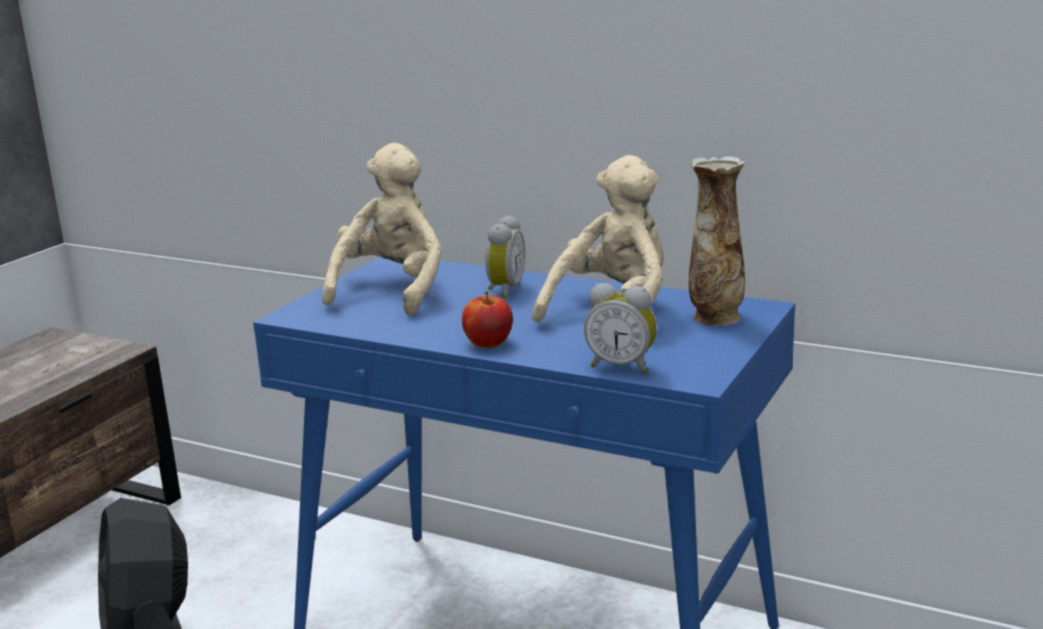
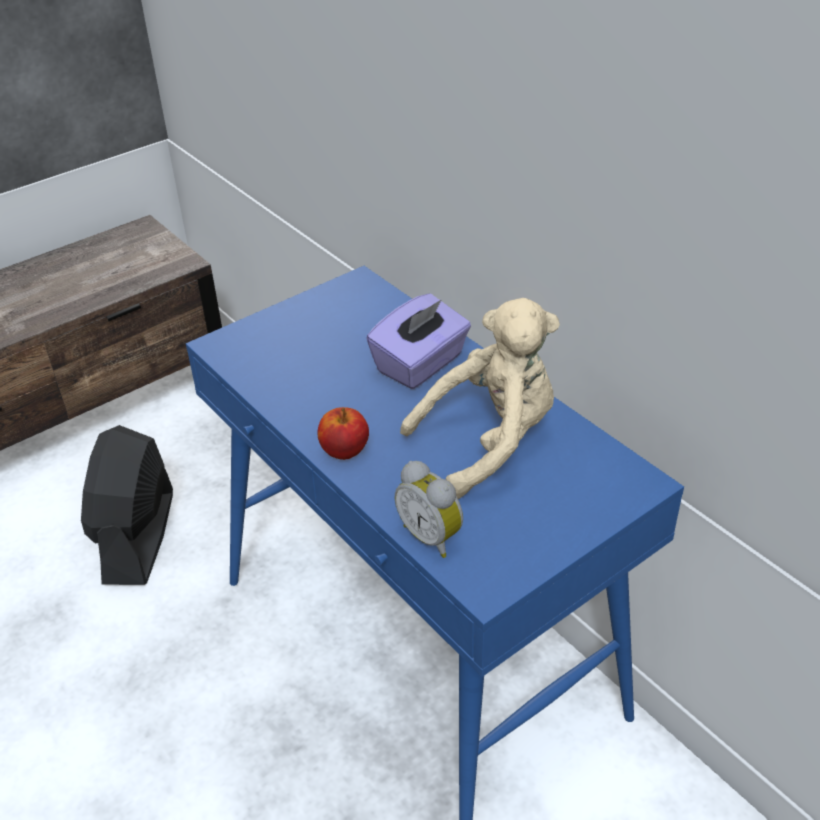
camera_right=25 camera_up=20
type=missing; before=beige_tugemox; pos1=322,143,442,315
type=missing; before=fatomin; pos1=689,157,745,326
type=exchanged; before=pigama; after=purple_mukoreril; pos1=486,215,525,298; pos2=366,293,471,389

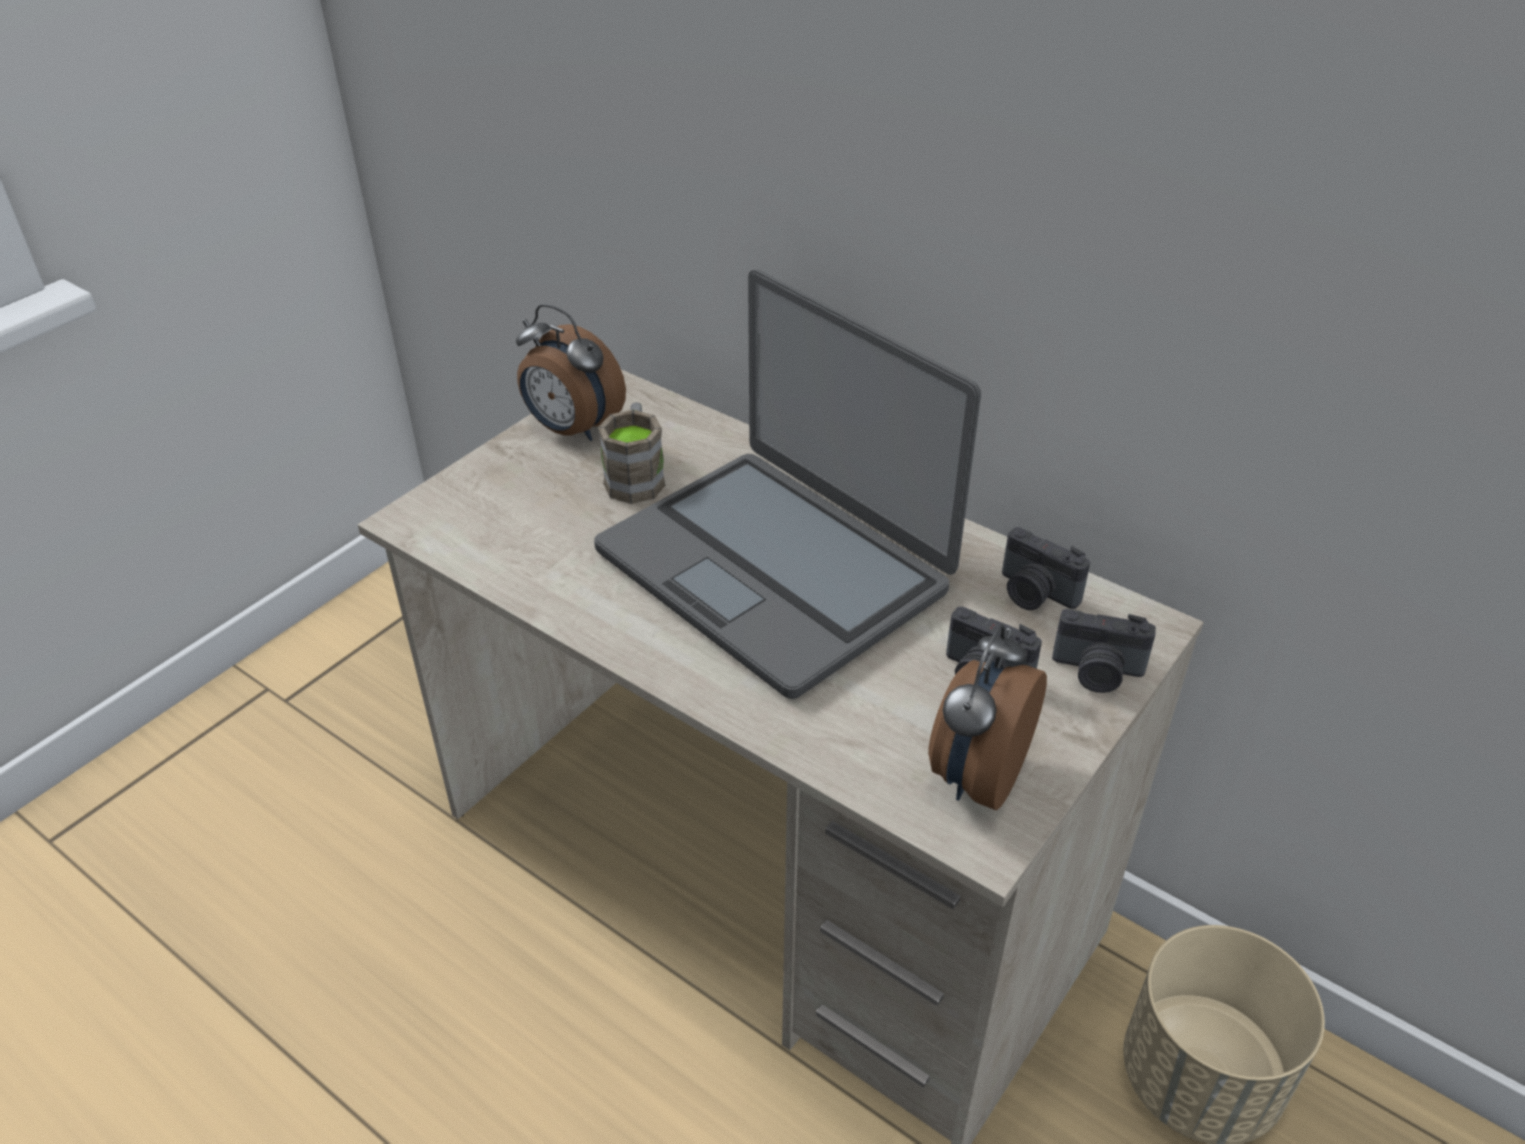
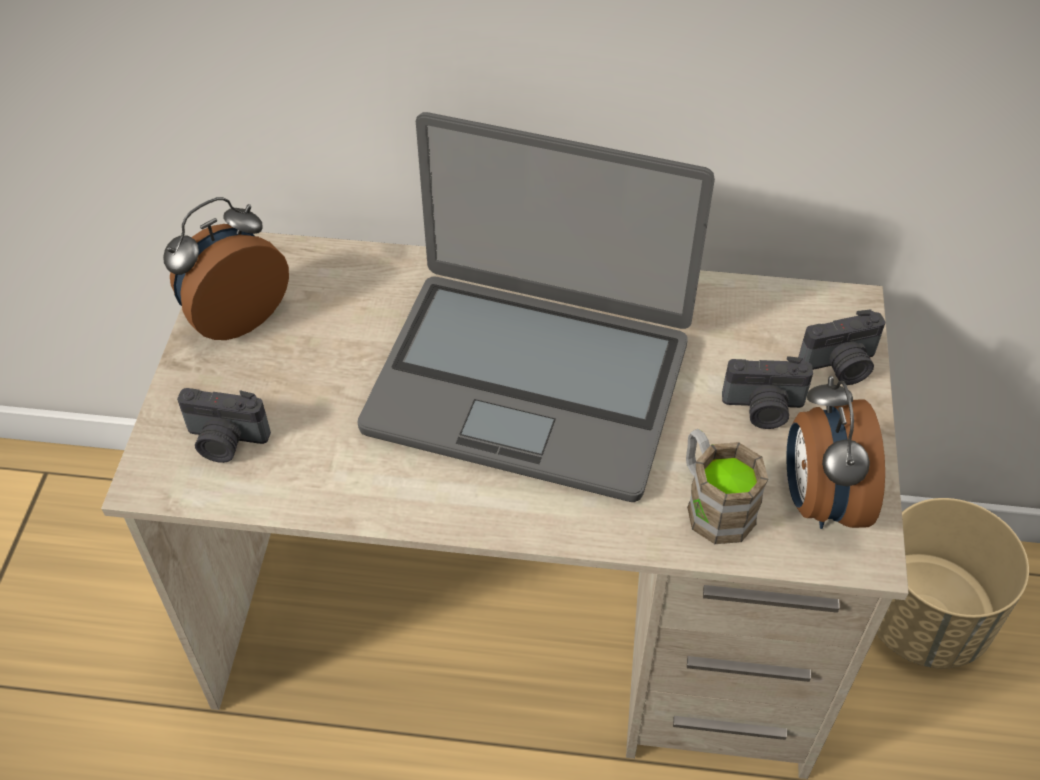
camera_right=-30 camera_up=10
type=spun; before=pigama; pos1=516,304,626,441; pos2=163,197,289,340; turn=135
type=relocated; before=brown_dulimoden; pos1=598,402,665,504; pos2=686,429,768,544
type=relocated; before=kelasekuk; pos1=1002,527,1090,610; pos2=177,388,271,463

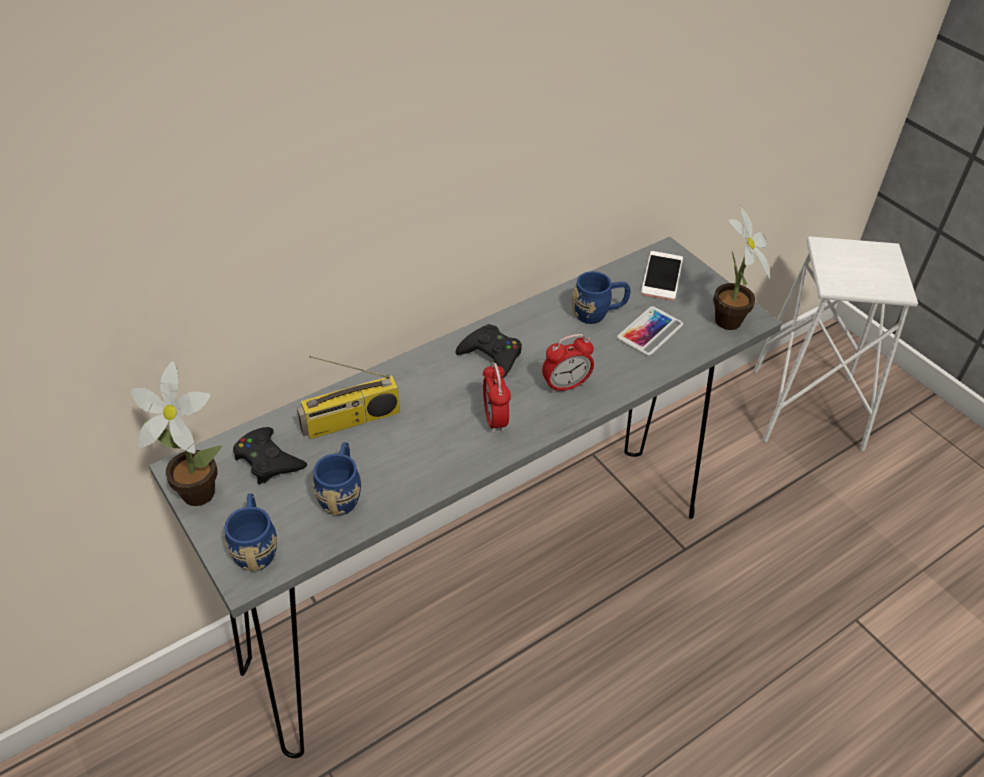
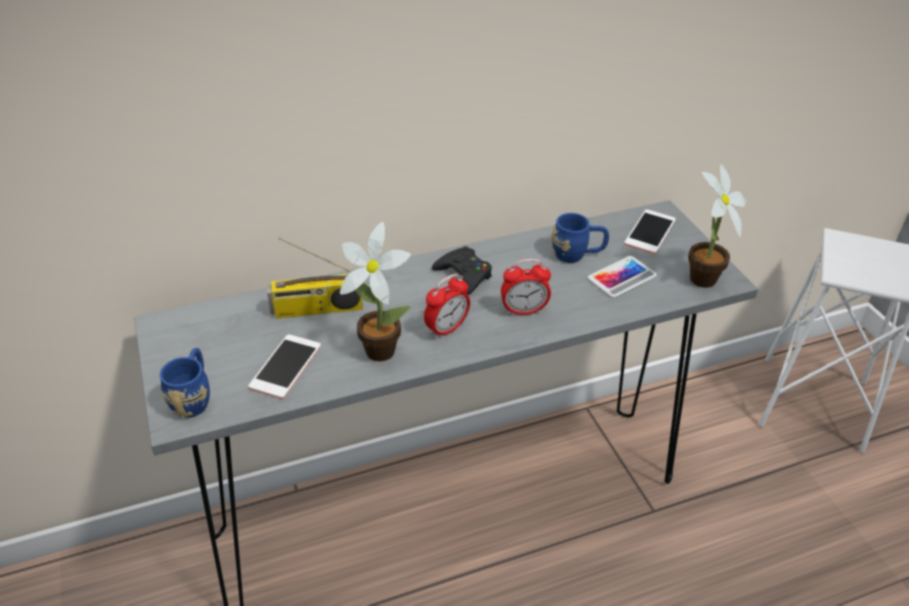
camera_right=15 camera_up=-5
type=relocated; before=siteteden; pos1=131,361,222,506; pos2=340,222,411,361
type=spun; before=pigama; pos1=483,362,511,433; pos2=424,274,470,339; turn=-135
type=missing; before=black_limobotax; pos1=233,427,307,485
type=exchanged; before=blue_dulimoden; after=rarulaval; pos1=313,442,361,515; pos2=248,335,321,399

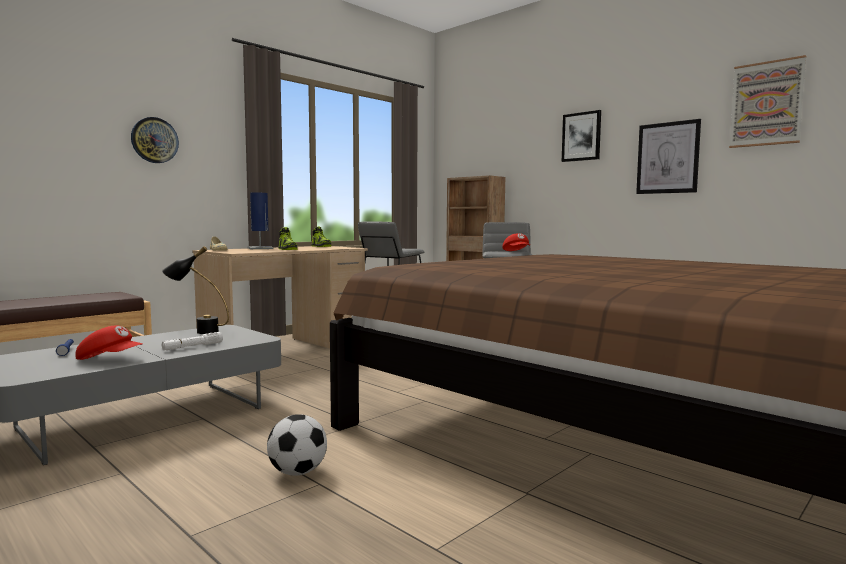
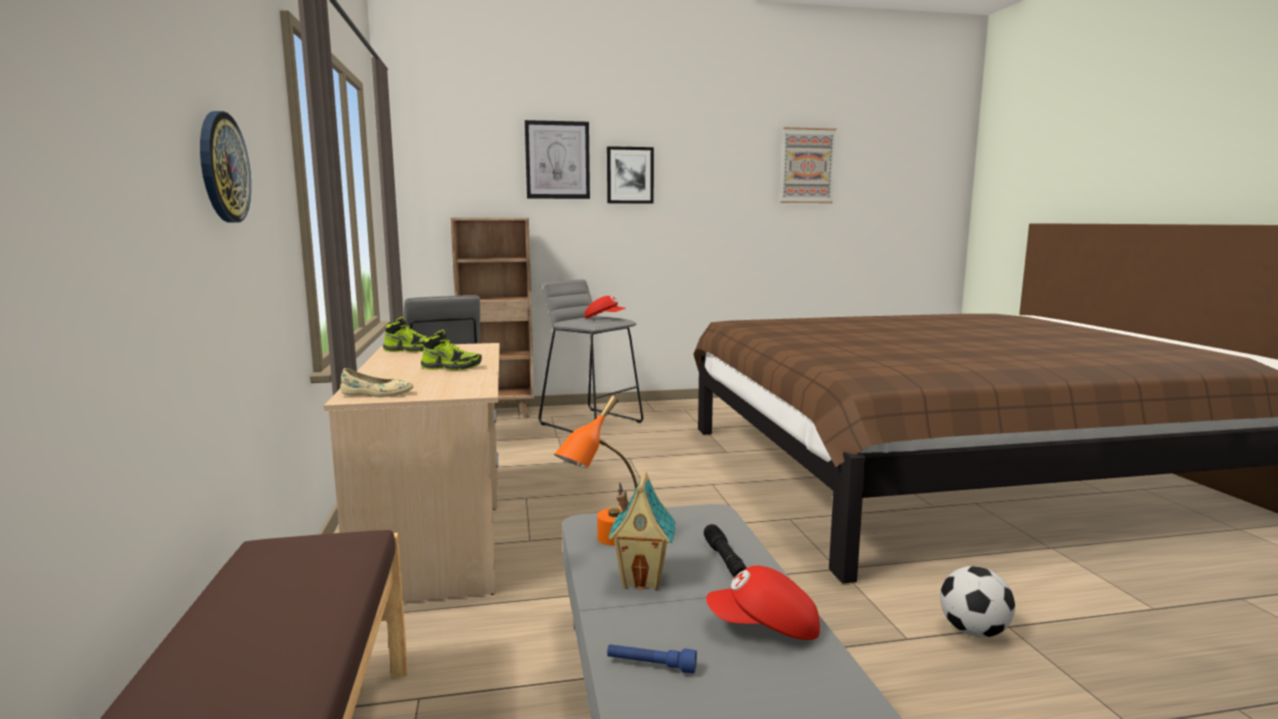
camera_right=-55 camera_up=5
type=relocated; before=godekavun; pos1=636,119,701,194; pos2=525,120,590,199
type=missing; before=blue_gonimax; pos1=247,193,273,249
type=colour; before=black_gonimax; after=orange_gonimax; pos1=162,246,229,334; pos2=554,396,637,546
type=spun; before=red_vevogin; pos1=75,326,142,360; pos2=706,566,820,640; turn=-135
type=colour; before=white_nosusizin; after=black_nosusizin; pos1=162,332,223,351; pos2=704,524,747,578
type=appeared; after=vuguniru; pos2=608,472,676,590

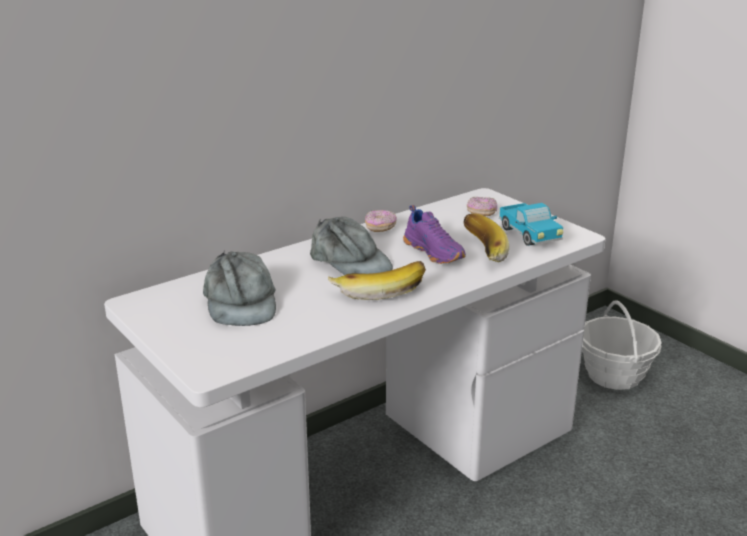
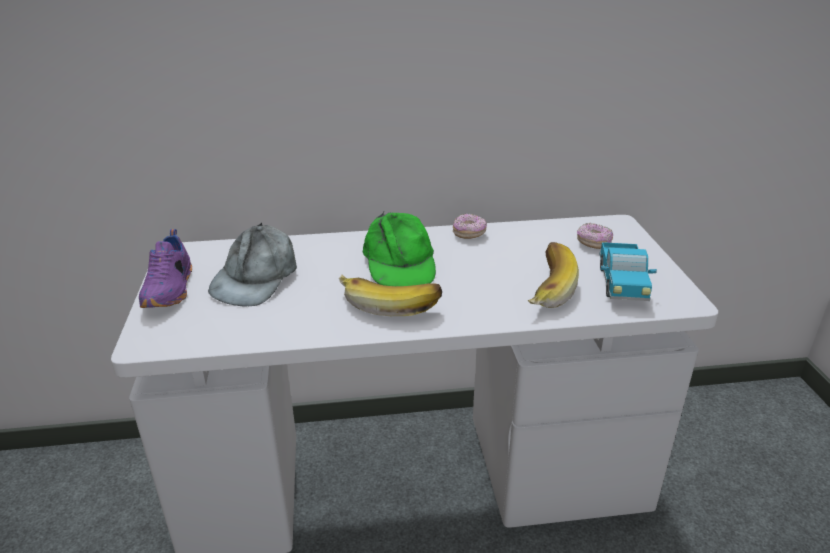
camera_right=30 camera_up=5
type=relocated; before=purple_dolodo; pos1=403,205,466,264; pos2=139,229,192,308
type=colour; before=grey_vevogin; after=green_vevogin; pos1=310,216,393,275; pos2=363,212,436,286
type=missing; before=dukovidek; pos1=582,300,662,390

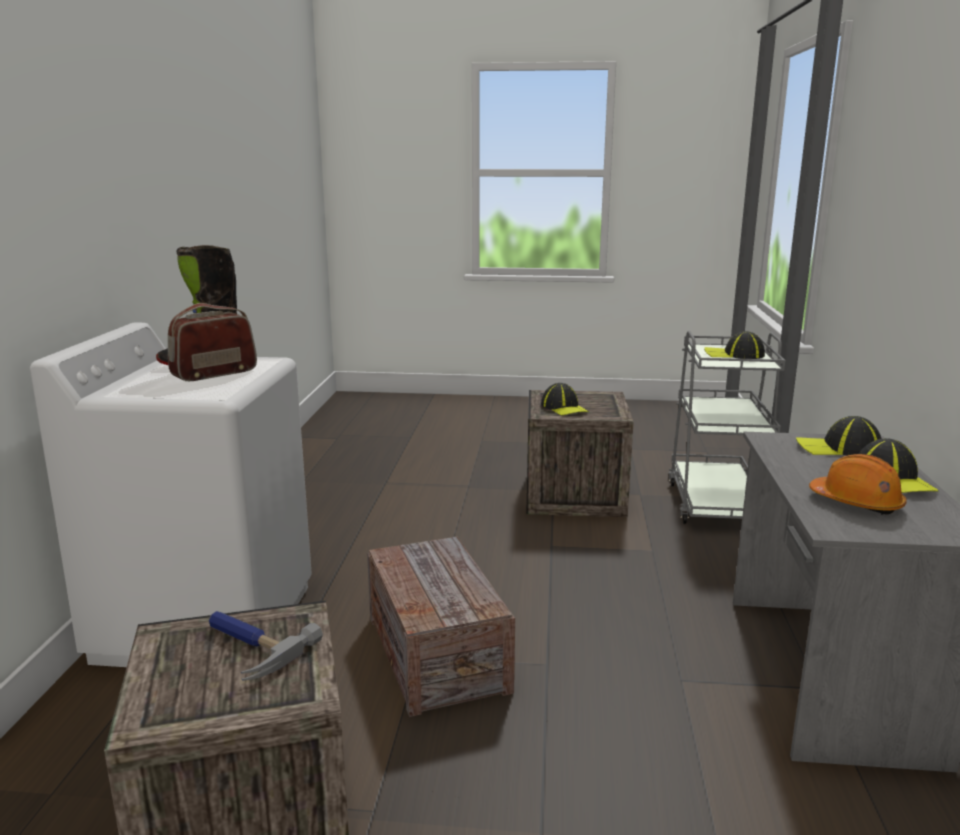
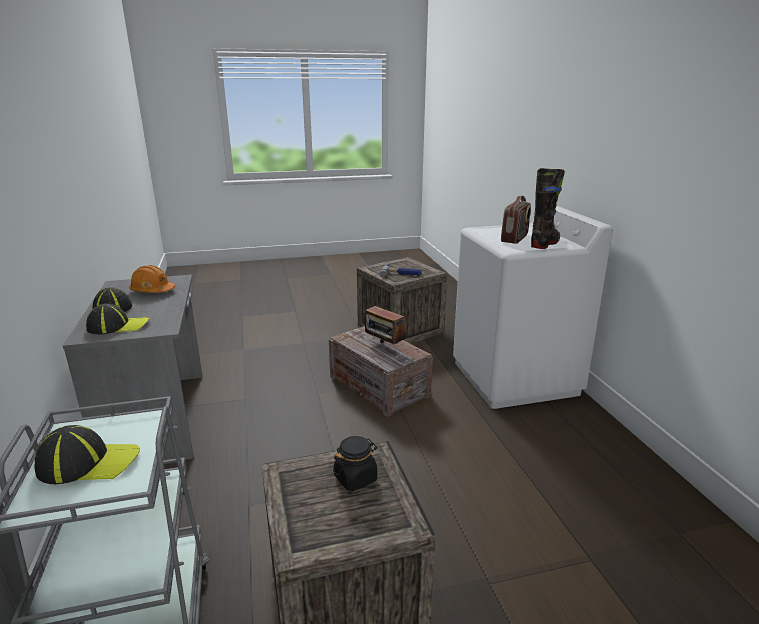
camera_right=160 camera_up=5
type=exchanged; before=vevogin; after=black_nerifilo; pos1=541,383,589,416; pos2=333,436,377,491
type=appeared; after=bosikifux; pos2=365,301,407,346

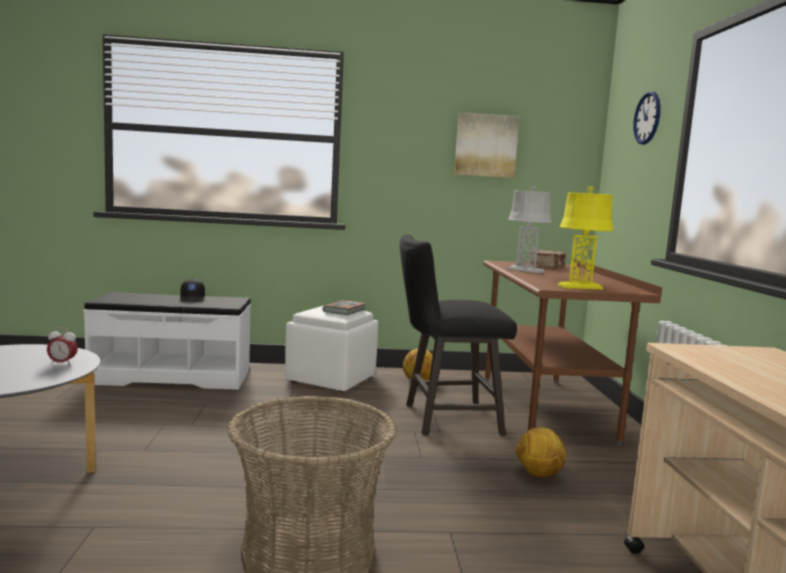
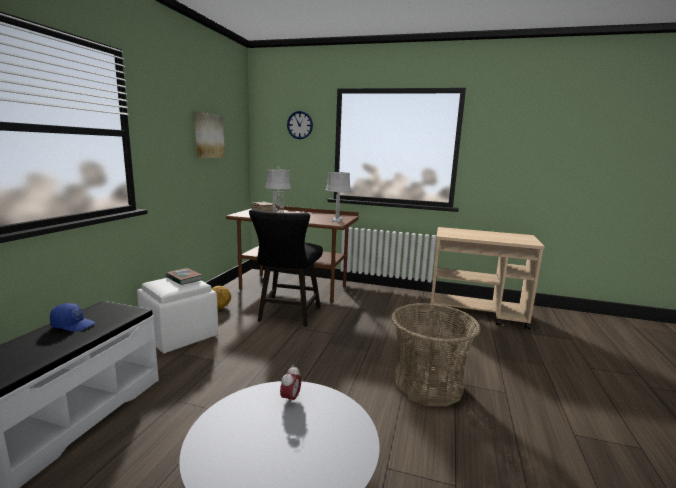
camera_right=-70 camera_up=5
type=colour; before=yellow_gonimax; after=grey_gonimax; pos1=557,186,614,289; pos2=326,169,351,222
type=colour; before=black_vevogin; after=blue_vevogin; pos1=180,278,205,301; pos2=50,303,95,331
type=missing; before=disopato; pos1=515,427,566,478

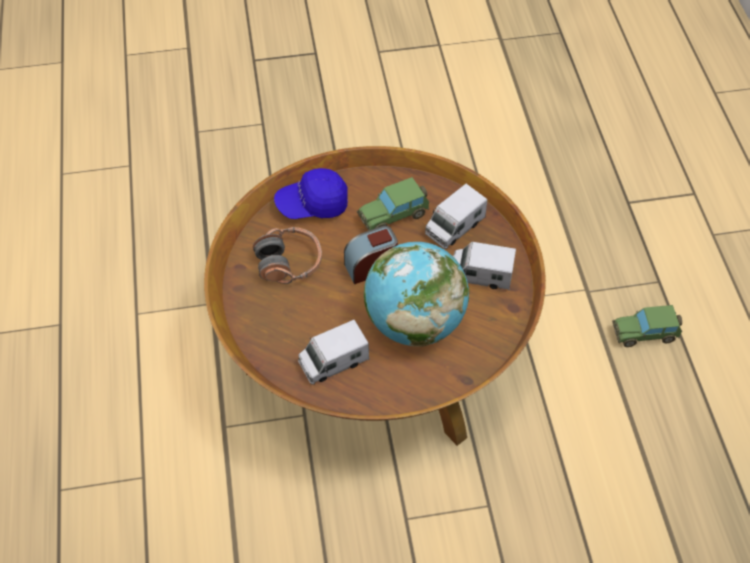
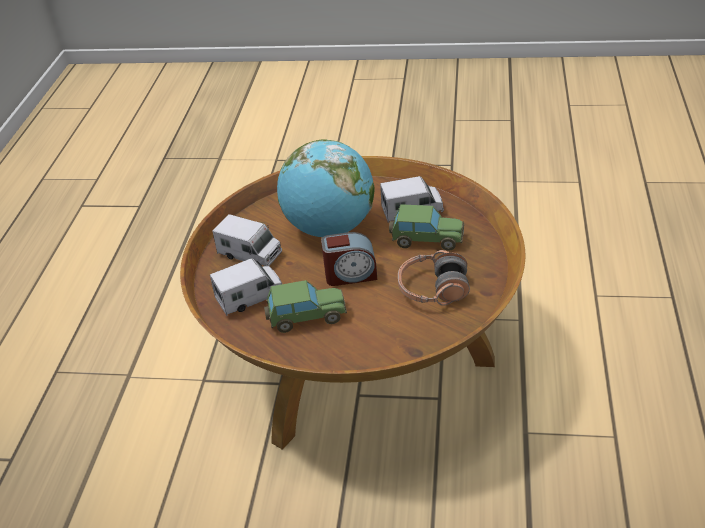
camera_right=-160 camera_up=-15
type=missing; before=blue_vevogin; pos1=274,168,348,219
type=relocated; before=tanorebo; pos1=612,305,682,347; pos2=389,204,464,251

